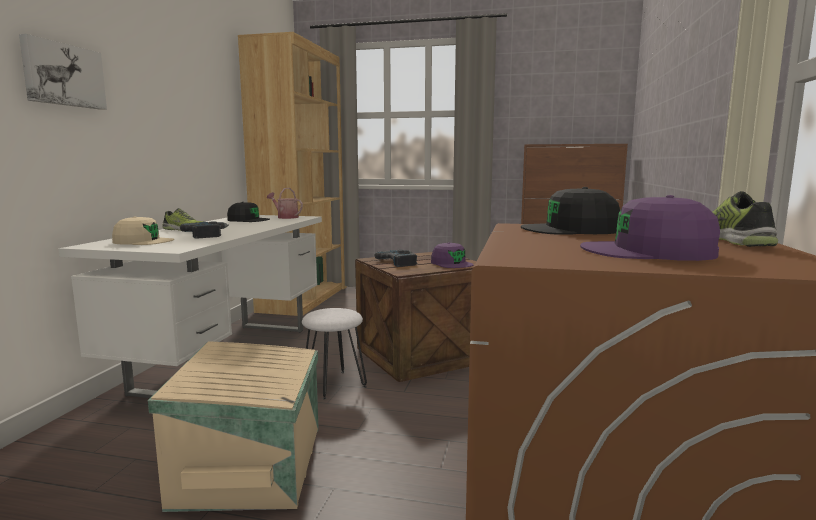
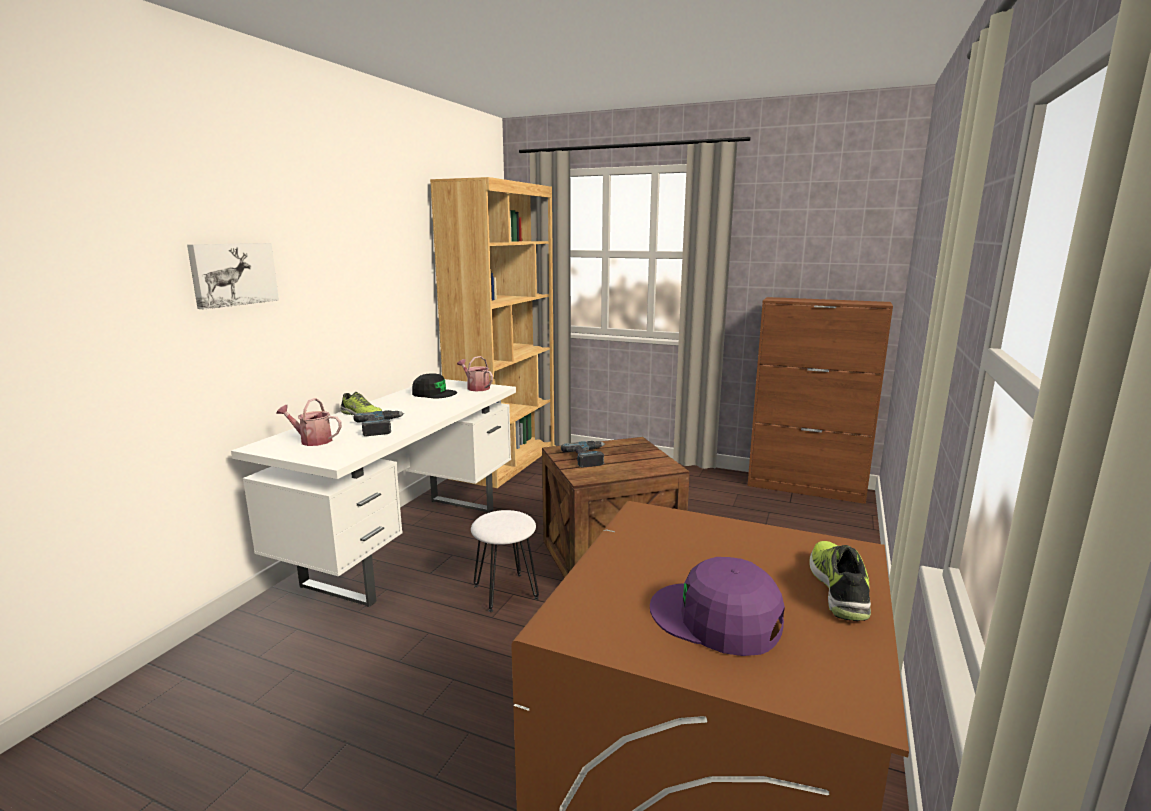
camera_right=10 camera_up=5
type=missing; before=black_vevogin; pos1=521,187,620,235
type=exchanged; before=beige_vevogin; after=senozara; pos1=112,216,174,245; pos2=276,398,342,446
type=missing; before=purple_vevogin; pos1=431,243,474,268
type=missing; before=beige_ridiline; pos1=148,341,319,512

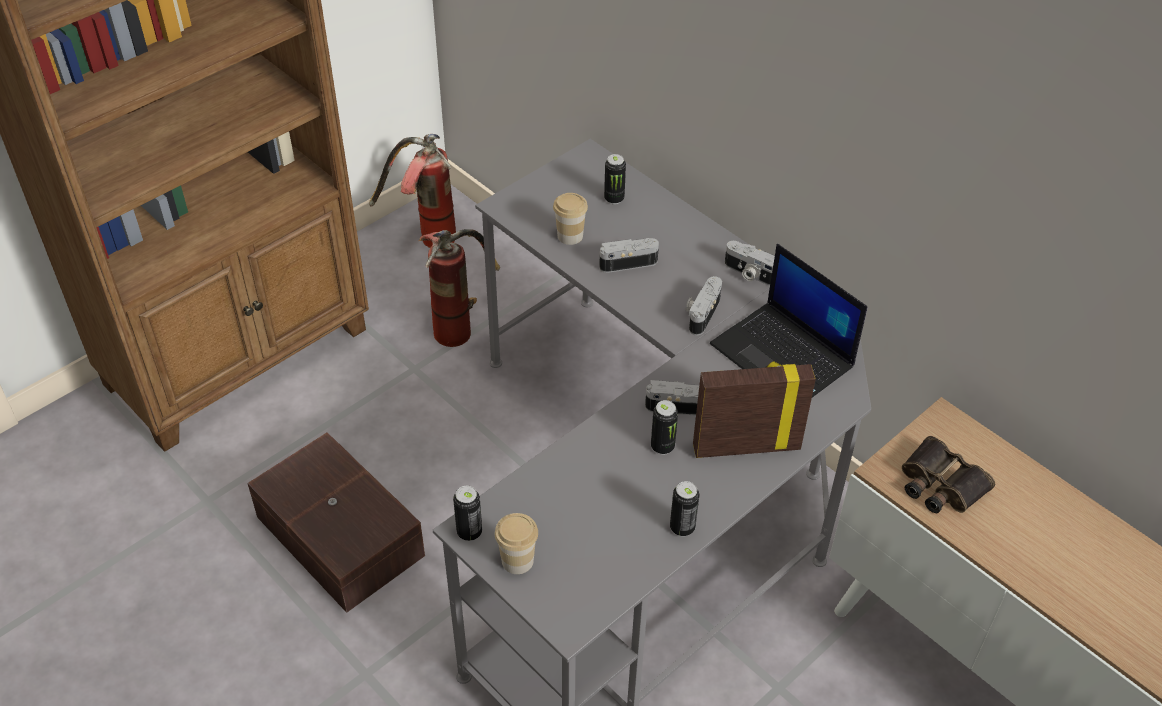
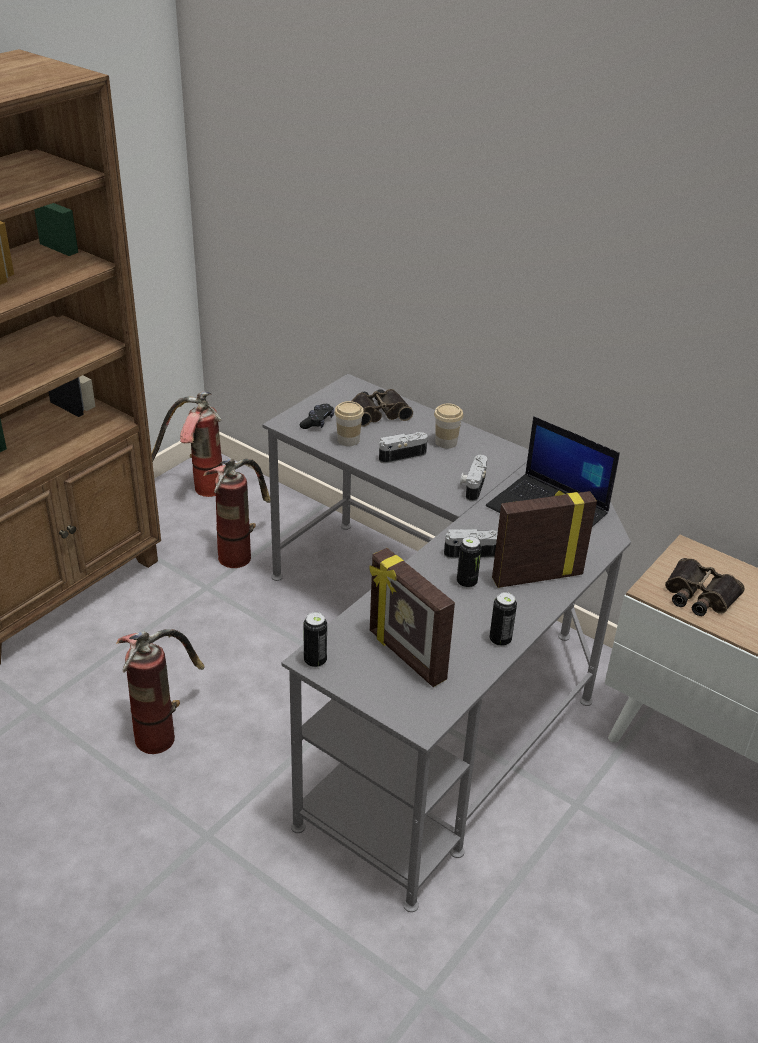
camera_right=-10 camera_up=-10
type=exchanged; before=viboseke; after=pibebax; pos1=604,154,626,204; pos2=352,389,413,427
type=missing; before=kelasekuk; pos1=725,241,775,286
type=exchanged; before=brown_ridiline; after=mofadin; pos1=247,432,425,613; pos2=116,629,205,754
type=relocated; before=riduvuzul; pos1=495,513,538,574; pos2=434,404,463,449
type=appeared; after=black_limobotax; pos2=300,404,334,429
type=appeared; after=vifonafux; pos2=369,548,455,687

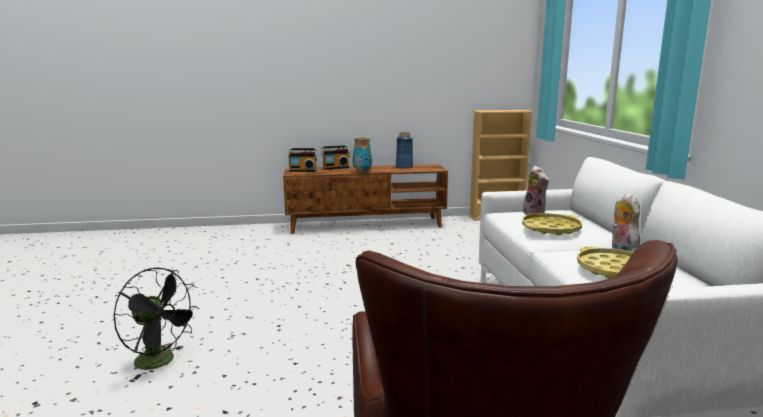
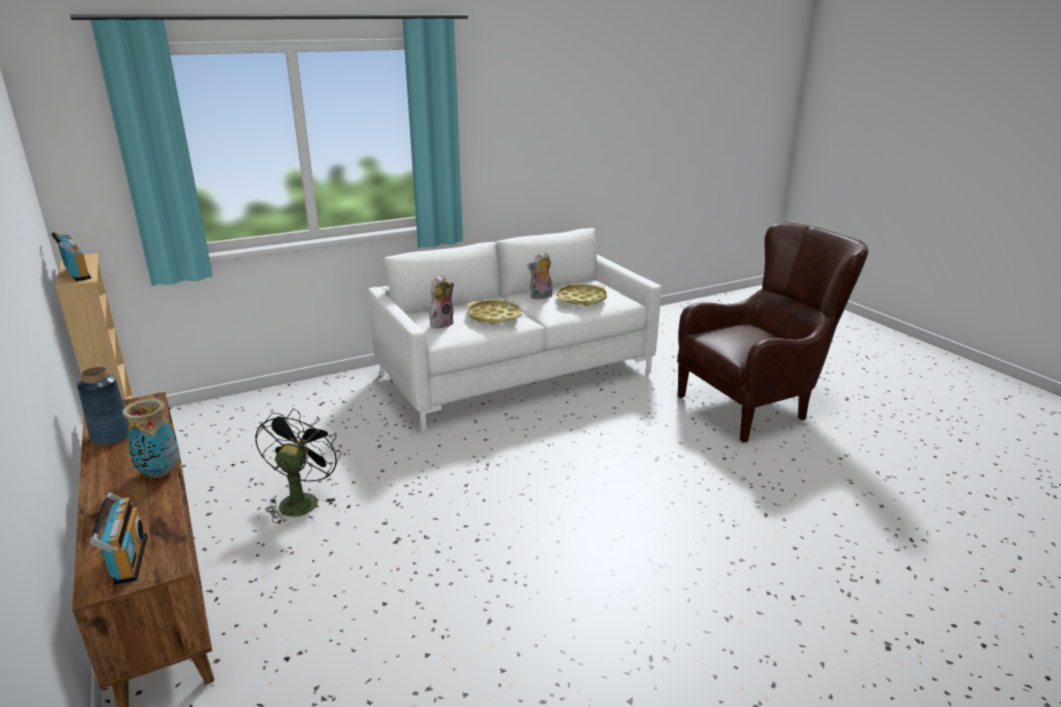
camera_right=-110 camera_up=10
type=relocated; before=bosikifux; pos1=320,145,350,170; pos2=51,231,91,281
type=relocated; before=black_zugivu; pos1=113,268,199,380; pos2=255,408,341,523

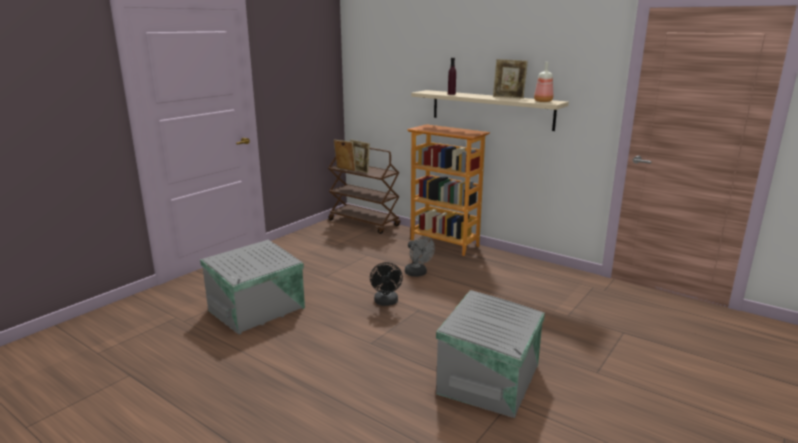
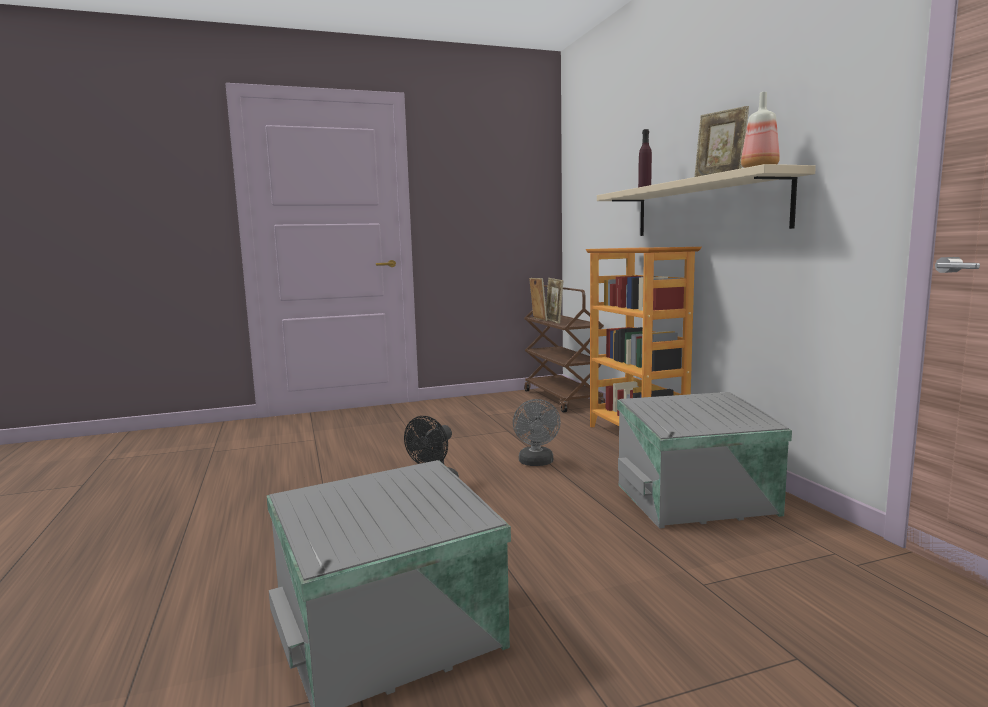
camera_right=35 camera_up=-10
type=relocated; before=grey_ridiline; pos1=200,240,305,335; pos2=617,392,792,529

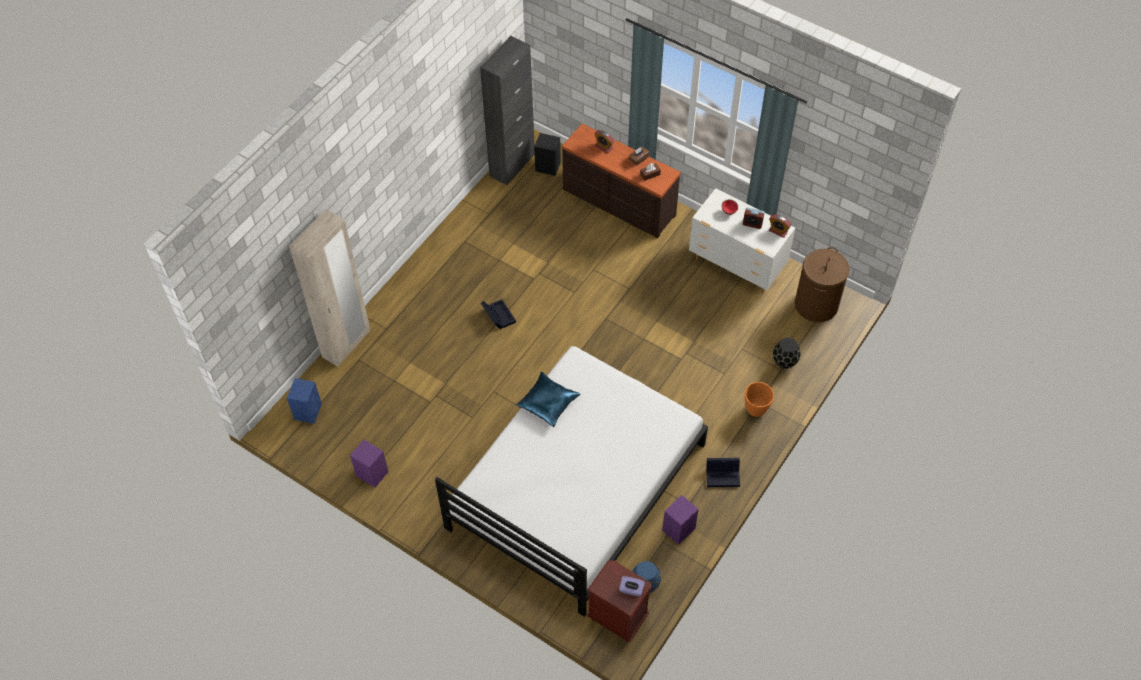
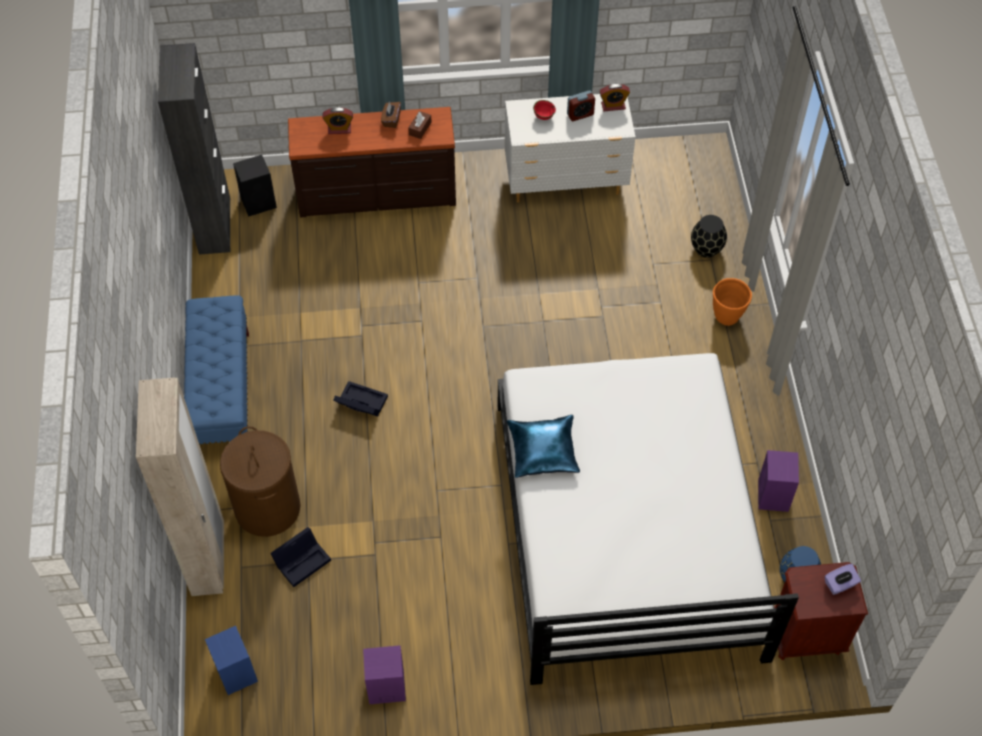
camera_right=-40 camera_up=0
type=relocated; before=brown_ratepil; pos1=795,247,850,322; pos2=220,426,301,537
type=relocated; before=black_ridiline; pos1=706,458,740,487; pos2=270,527,331,587
type=appeared; after=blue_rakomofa; pos2=184,295,249,444

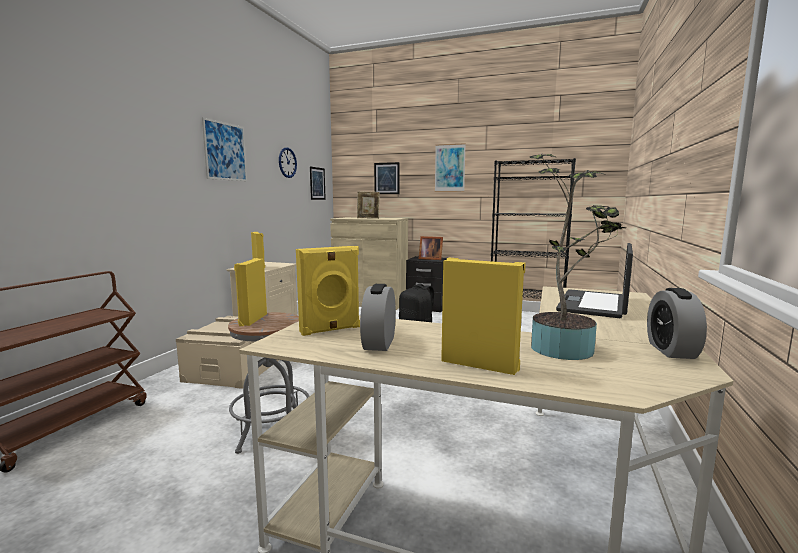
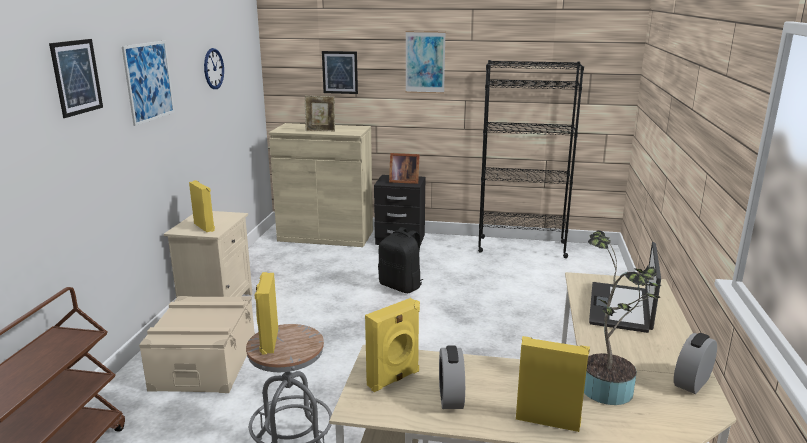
camera_right=-10 camera_up=10
type=relocated; before=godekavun; pos1=310,167,326,200; pos2=49,39,103,118
type=spun; before=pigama; pos1=647,288,707,359; pos2=674,333,717,394; turn=45

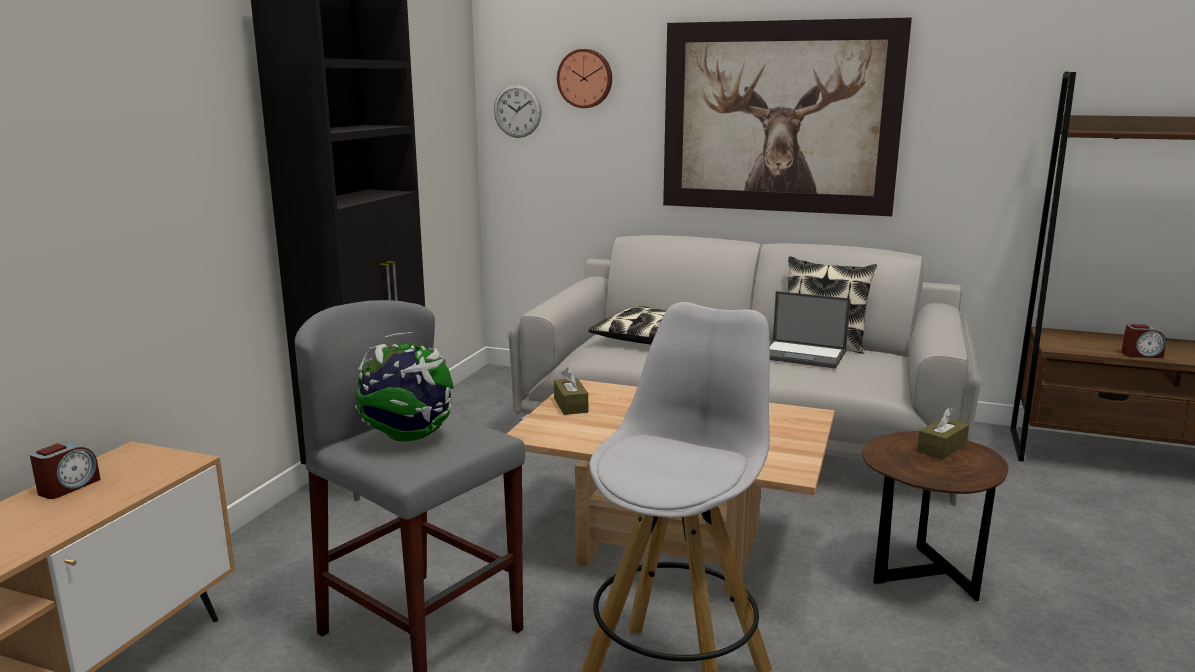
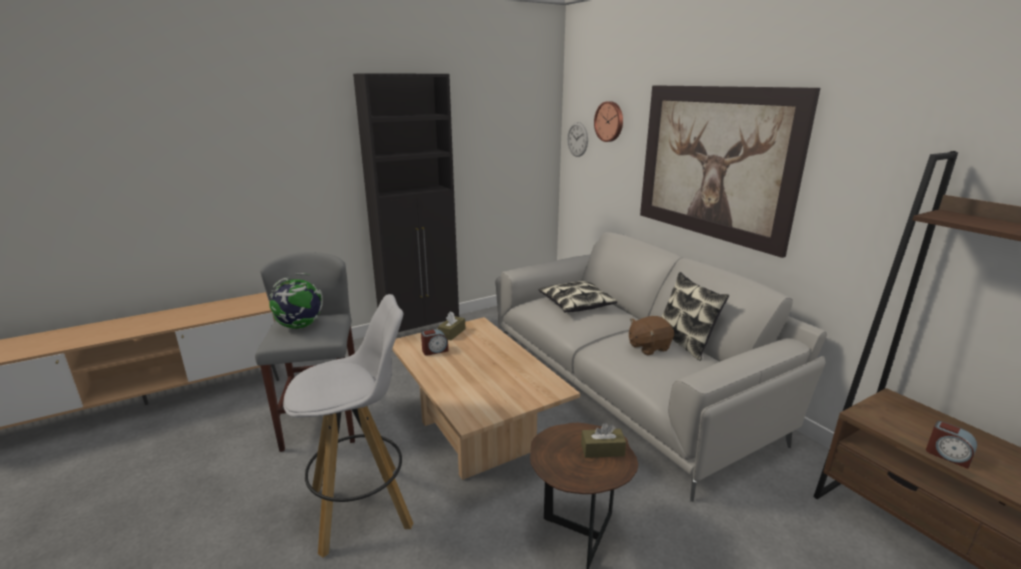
camera_right=40 camera_up=5
type=exchanged; before=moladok; after=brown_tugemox; pos1=770,291,851,369; pos2=629,316,674,355
type=relocated; before=pigama; pos1=30,442,101,499; pos2=421,329,448,355

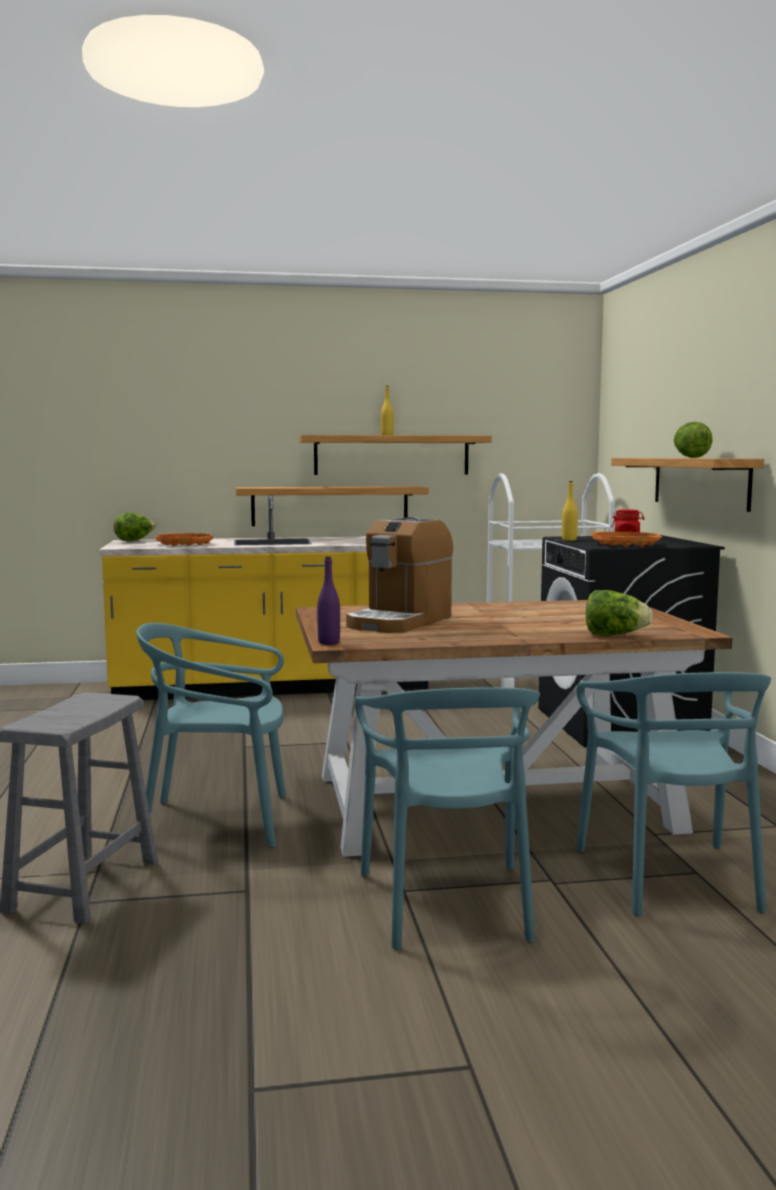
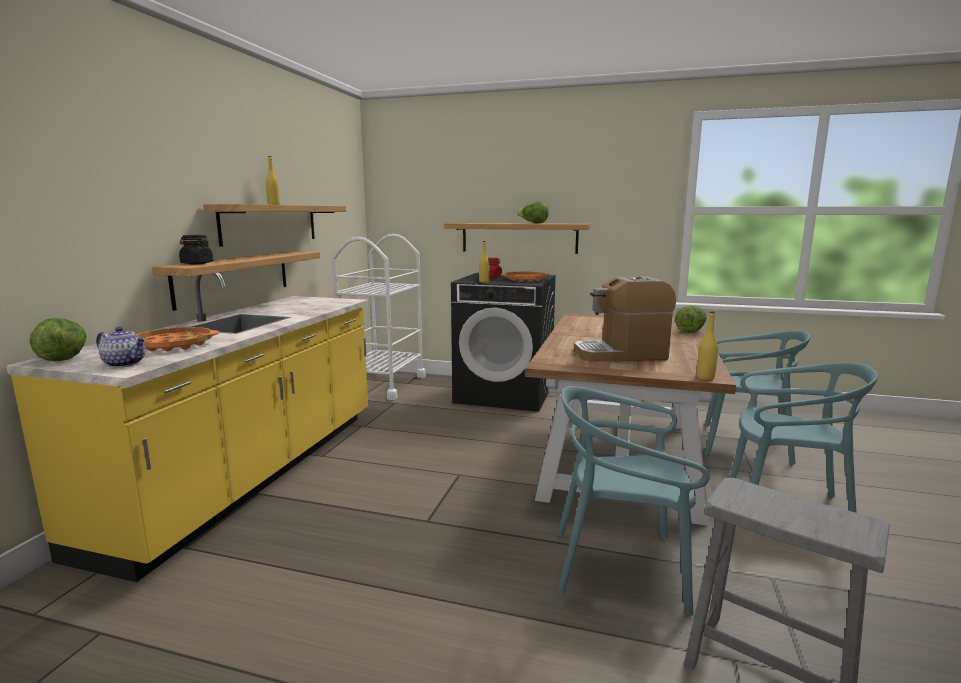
camera_right=-65 camera_up=5
type=spun; before=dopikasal; pos1=346,517,453,633; pos2=573,276,676,362; turn=120
type=colour; before=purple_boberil; after=yellow_boberil; pos1=317,556,340,645; pos2=697,311,718,380
type=spun; before=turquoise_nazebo; pos1=136,623,286,847; pos2=558,386,710,616; turn=75
type=appeared; after=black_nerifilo; pos2=179,235,213,265
type=appeared; after=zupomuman; pos2=96,327,146,368

